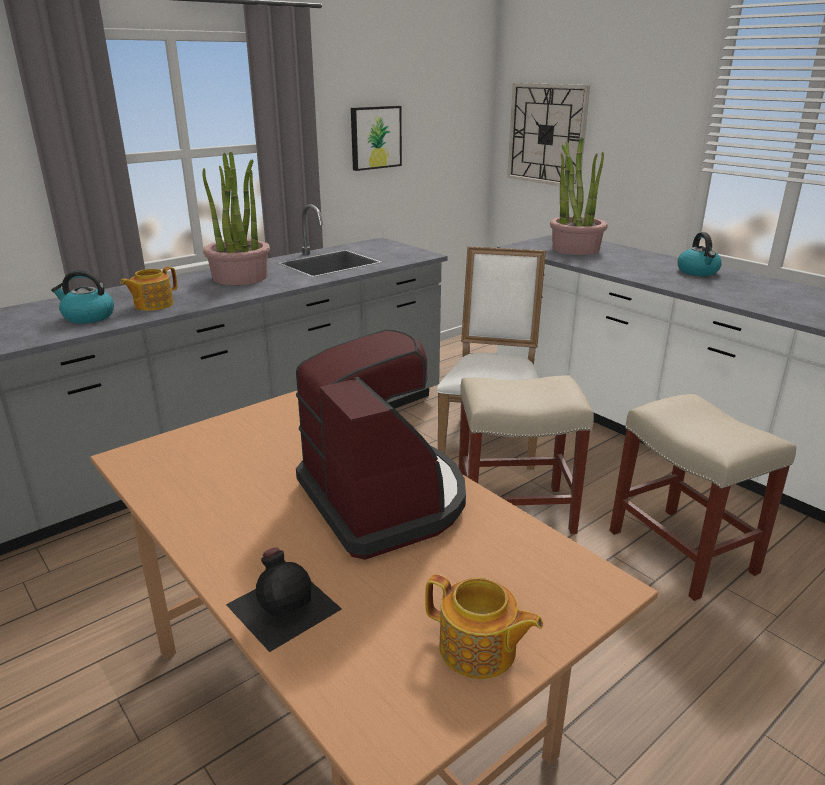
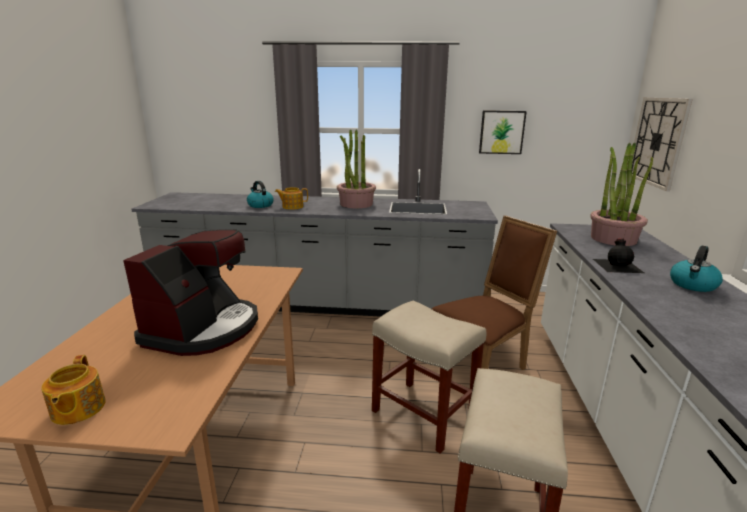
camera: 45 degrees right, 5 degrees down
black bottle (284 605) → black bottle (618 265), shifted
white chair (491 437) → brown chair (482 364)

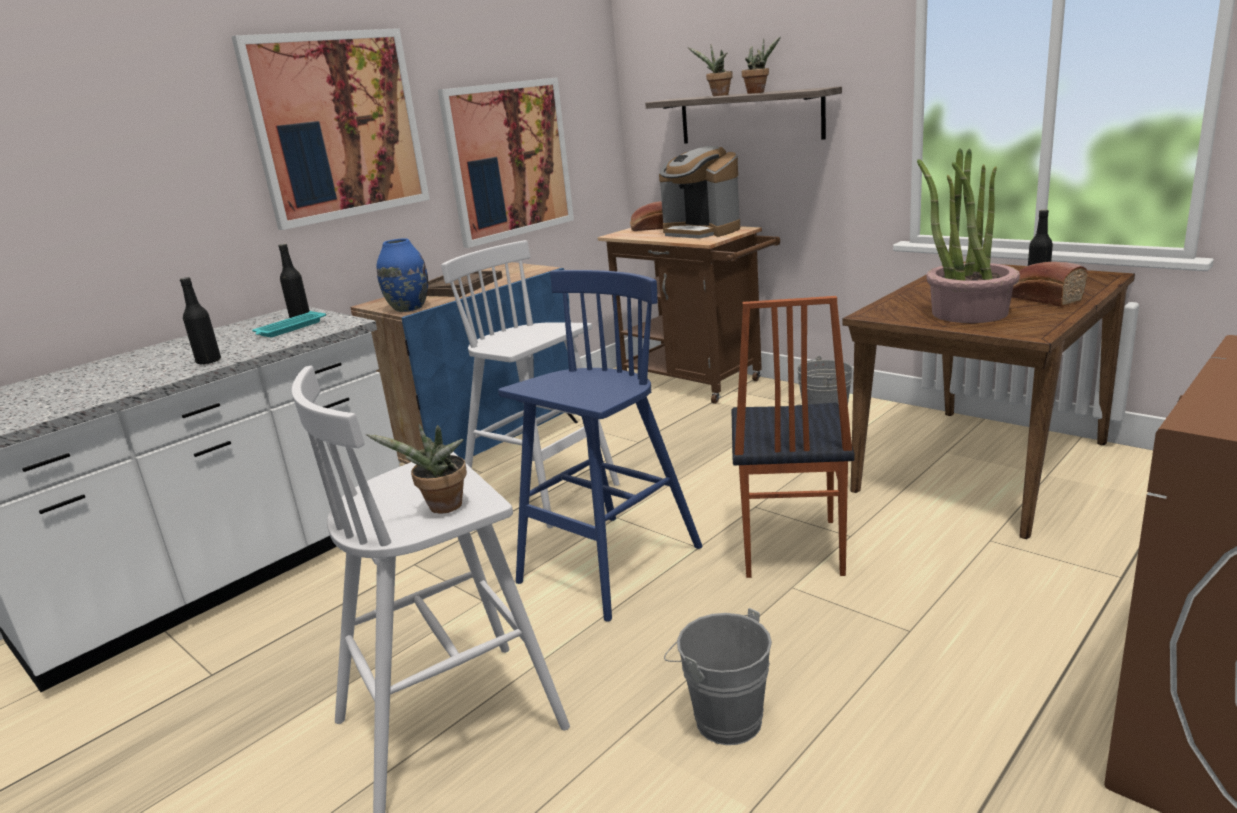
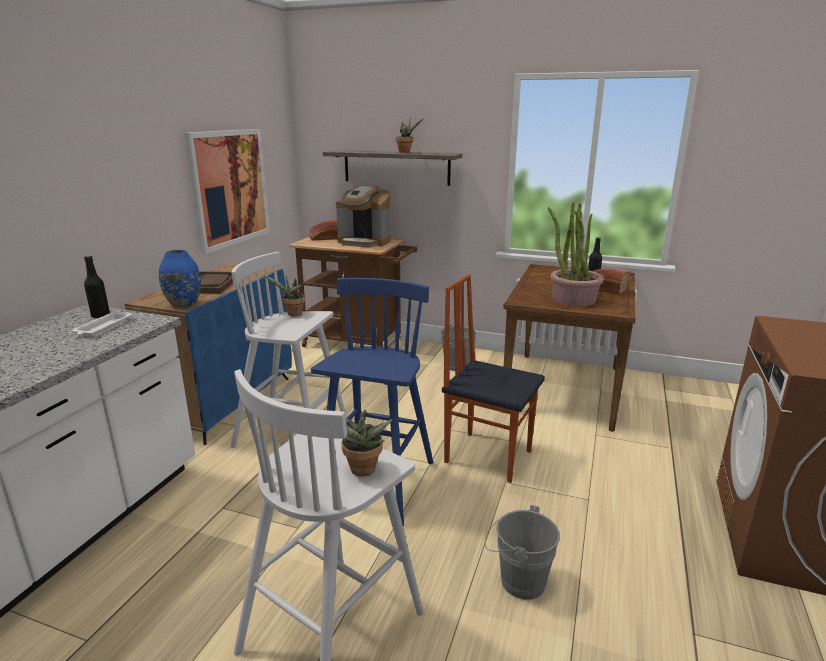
camera: 25 degrees left, 0 degrees up
black bottle (209 361) → -
picture (338 126) → -
turquoise tray (289 329) → white tray (103 327)
potted plant (718 95) → potted plant (293 314), shifted
chair (789 548) → chair (488 455), 135 degrees clockwise

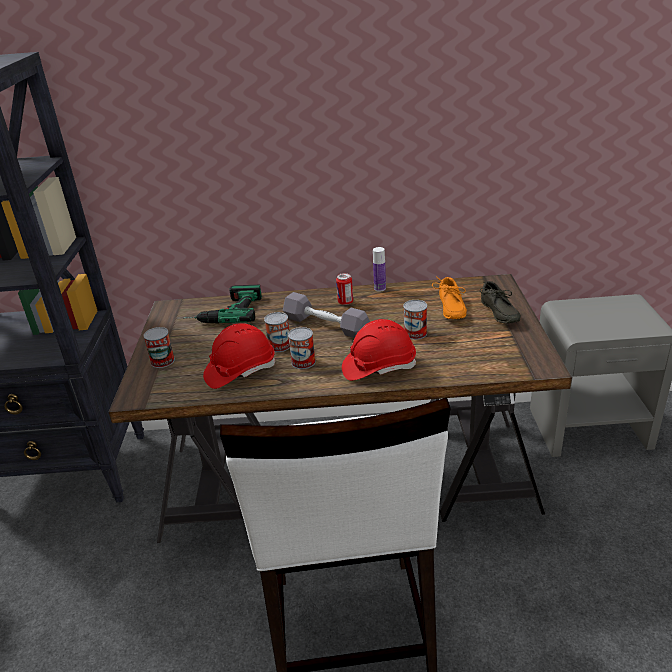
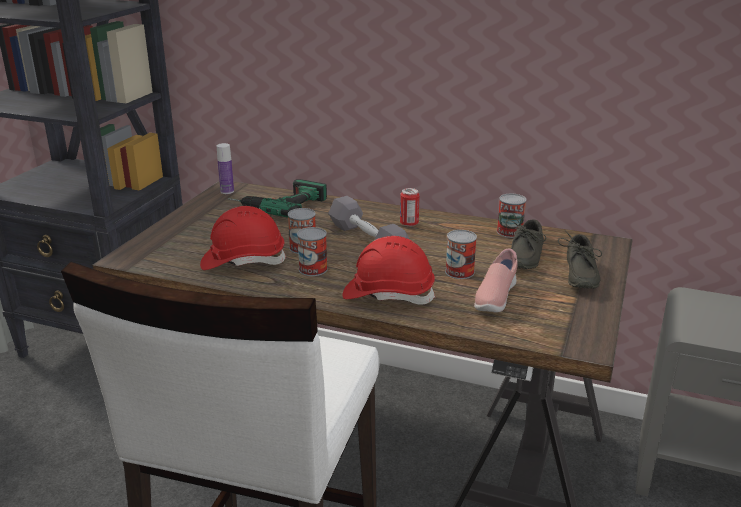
camera: 20 degrees right, 5 degrees down
can (162 361) → can (509 232), shifted
bottle (380 288) → bottle (227 191), shifted
orange shoe (449 309) → grey shoe (522 257)
- → pink shoe (495 298)

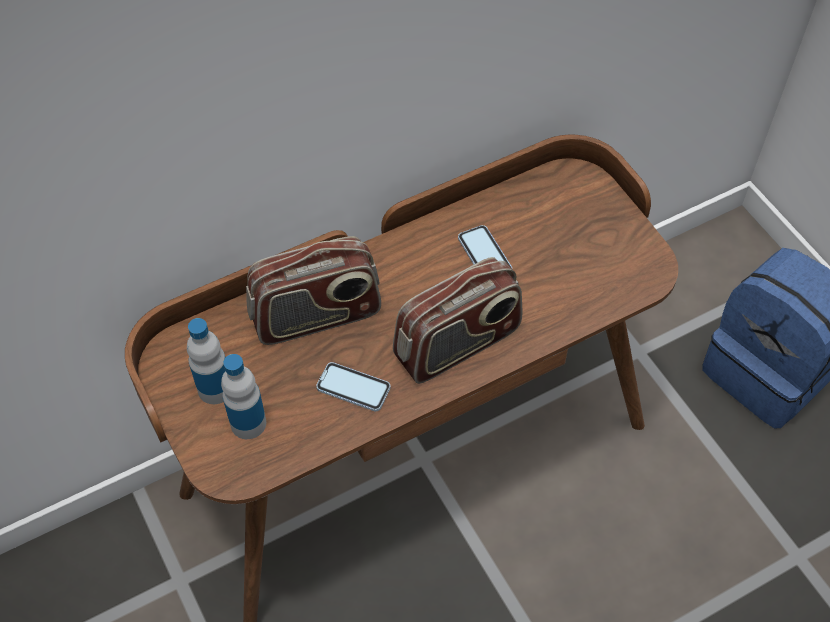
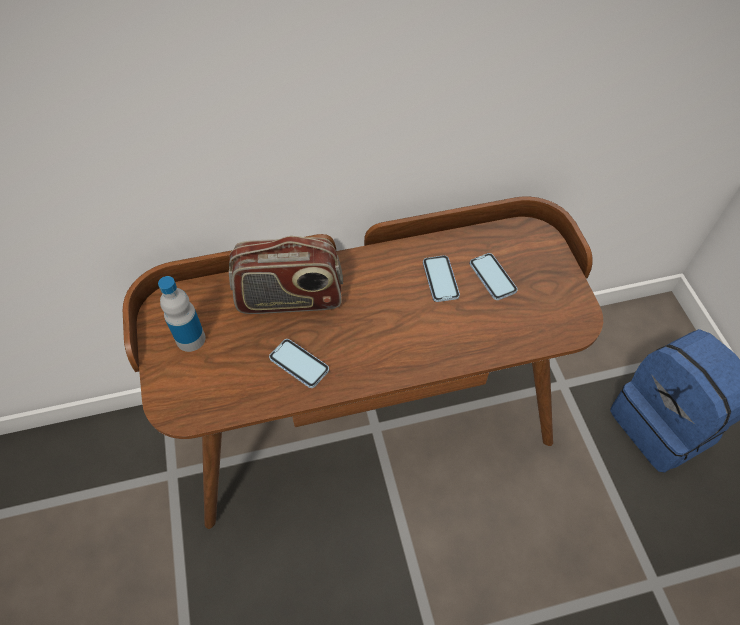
camera: 15 degrees right, 0 degrees up
bottle (248 423) → -
radio (458 345) → -
- → phone (492 277)

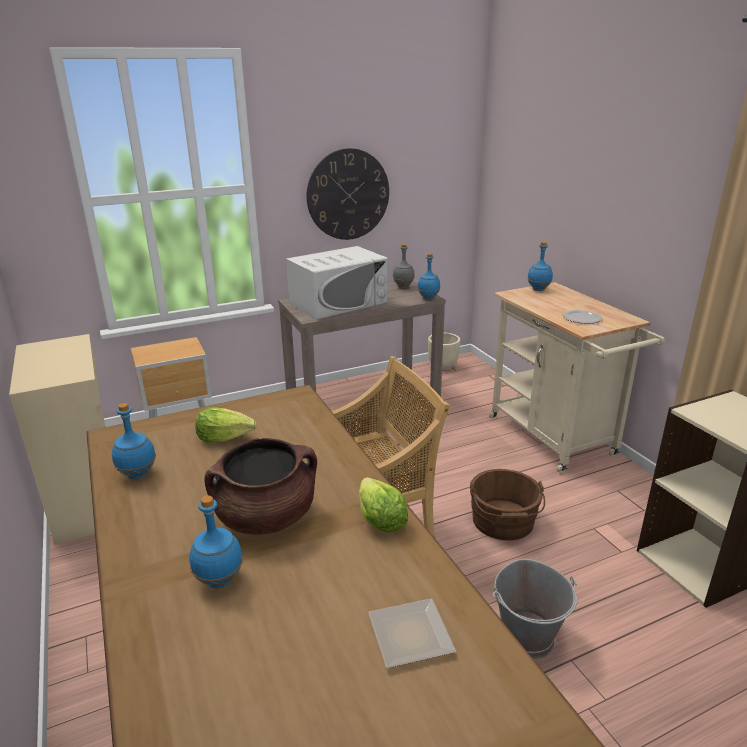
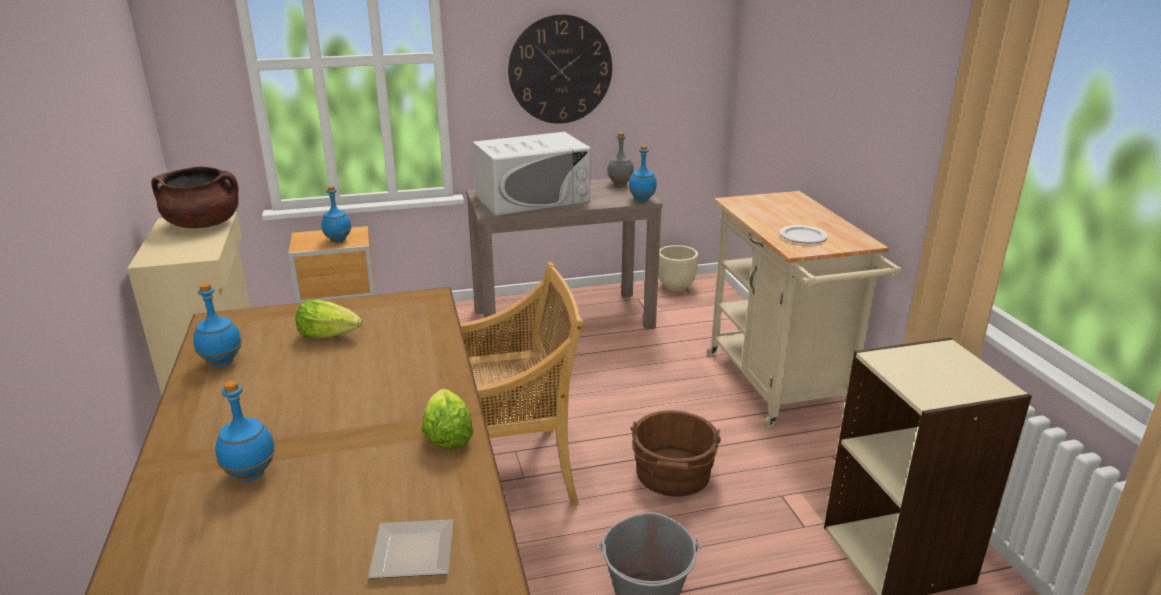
camera: 10 degrees right, 0 degrees up
brown cooking pot (266 517) → brown cooking pot (203 224), shifted
blue bottle (538 289) → blue bottle (338 241), shifted

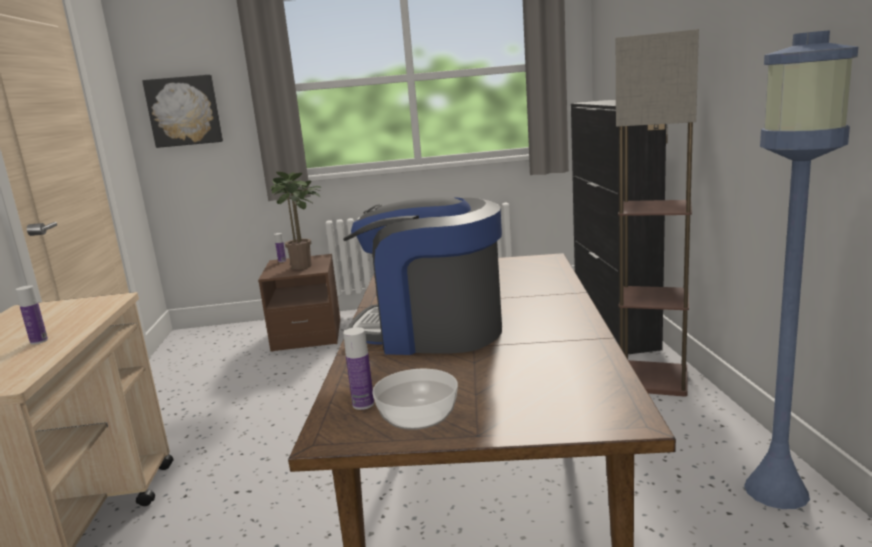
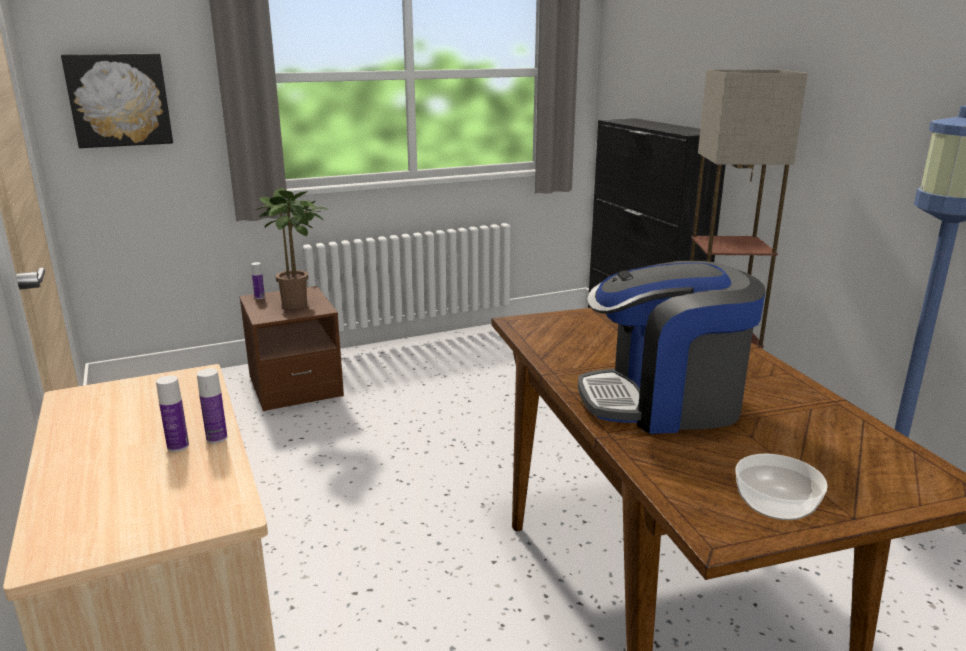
camera: 20 degrees left, 5 degrees up
bottle (363 404) → bottle (217 438), shifted

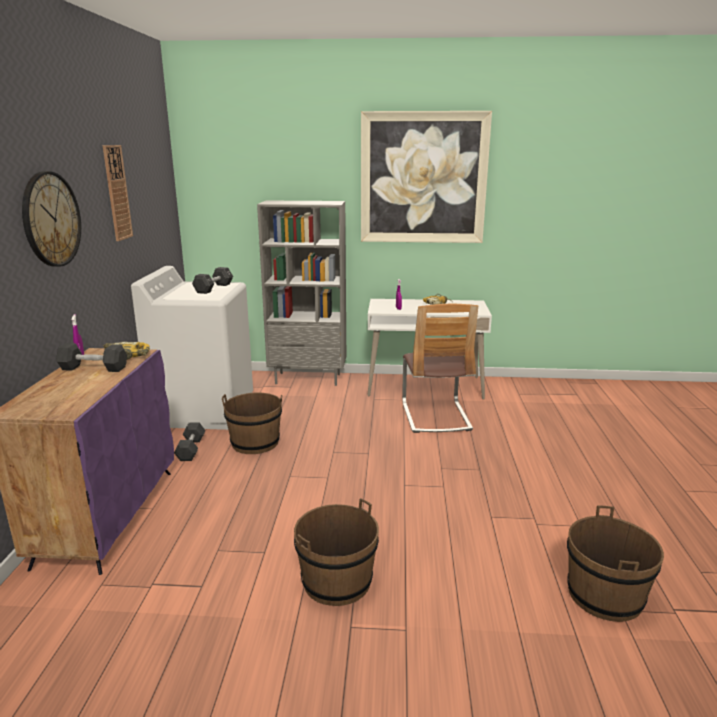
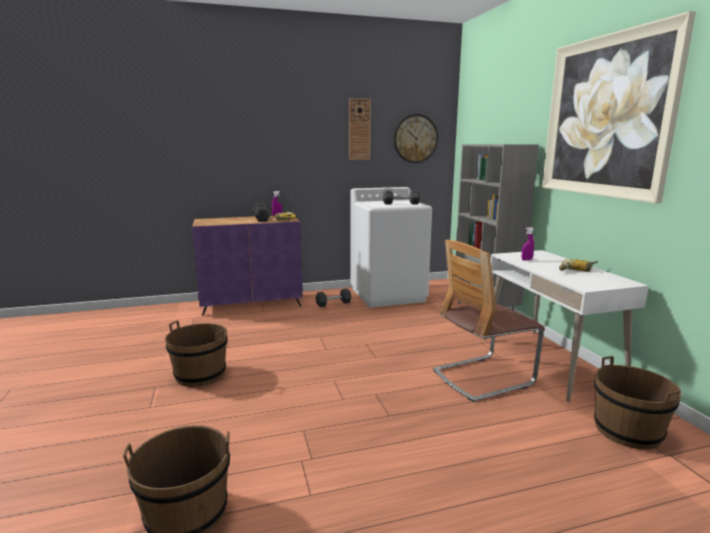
camera: 70 degrees right, 5 degrees down
wall clock (51 219) → wall clock (415 138), shifted
brown bucket (255 443) → brown bucket (627 430), shifted

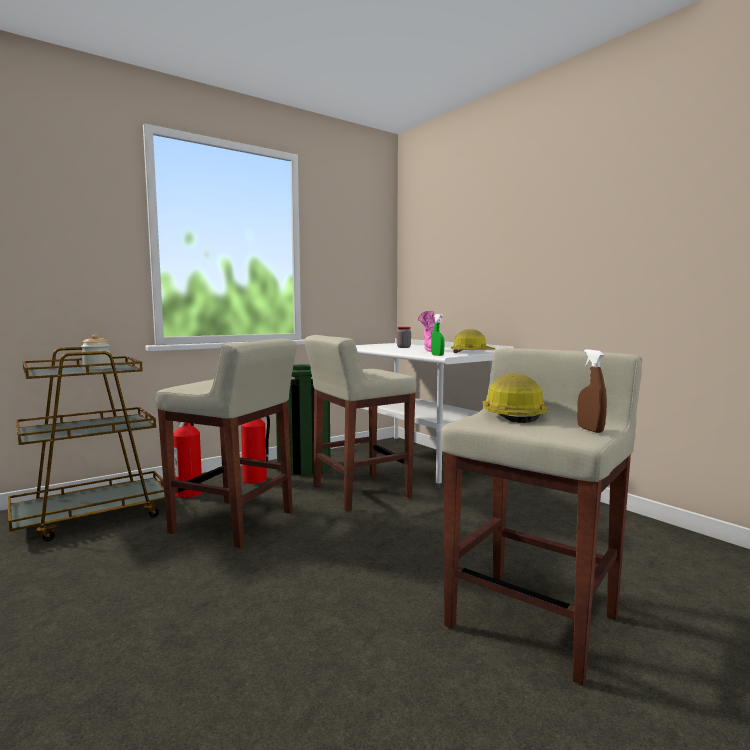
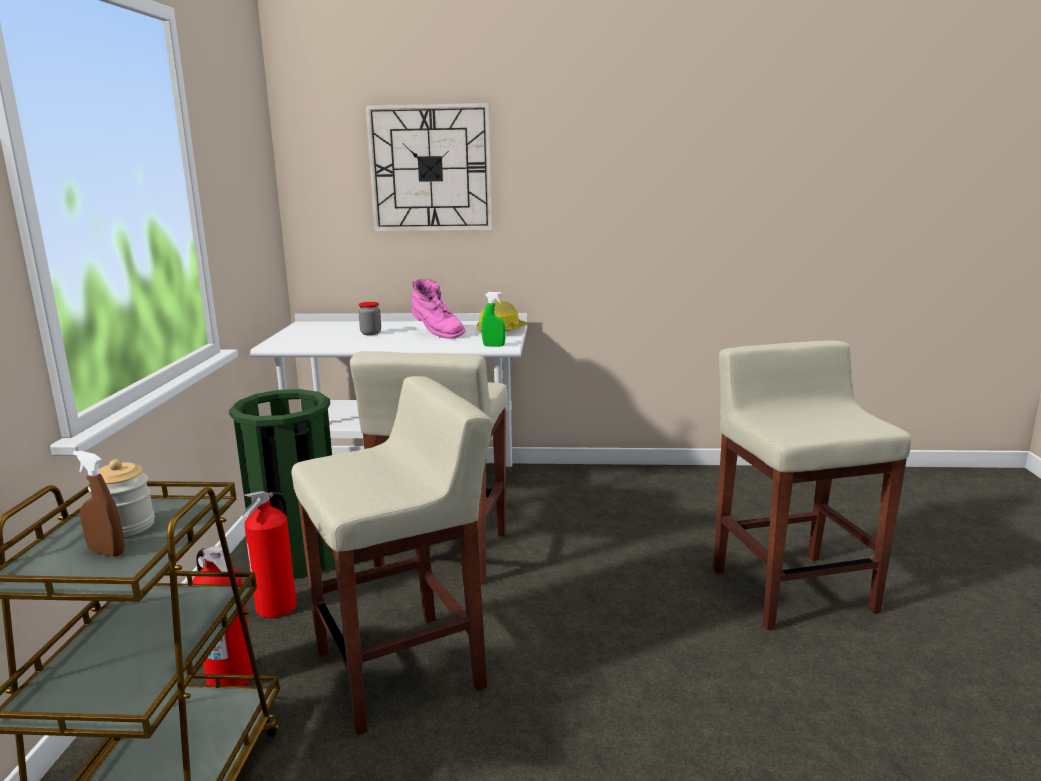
camera: 50 degrees left, 10 degrees up
hard hat (511 415) → -
brown spray bottle (590 430) → brown spray bottle (106 552), shifted
- → wall clock (430 168)

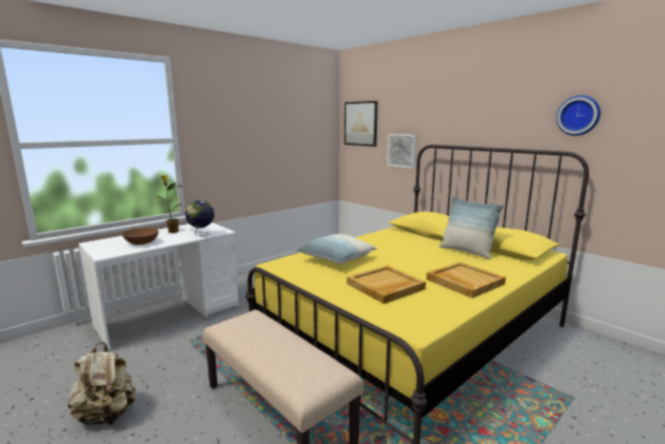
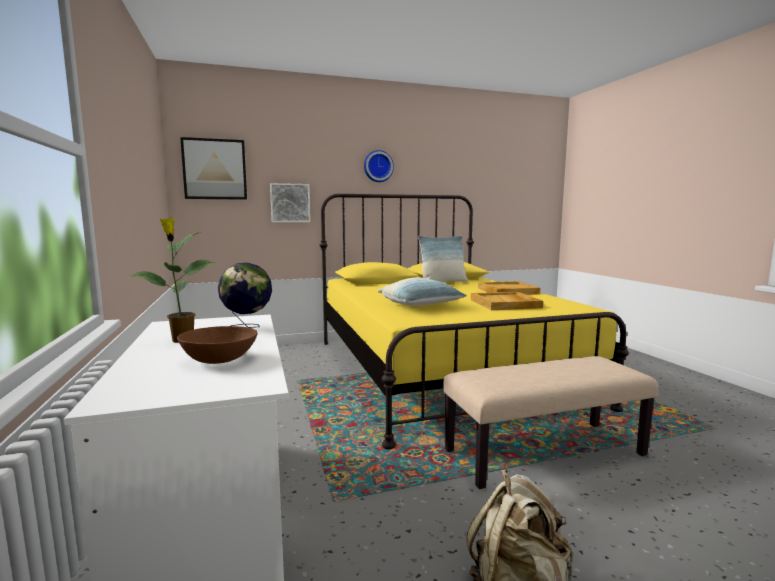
camera: 65 degrees left, 5 degrees down
wall clock (578 115) → wall clock (378 166), shifted

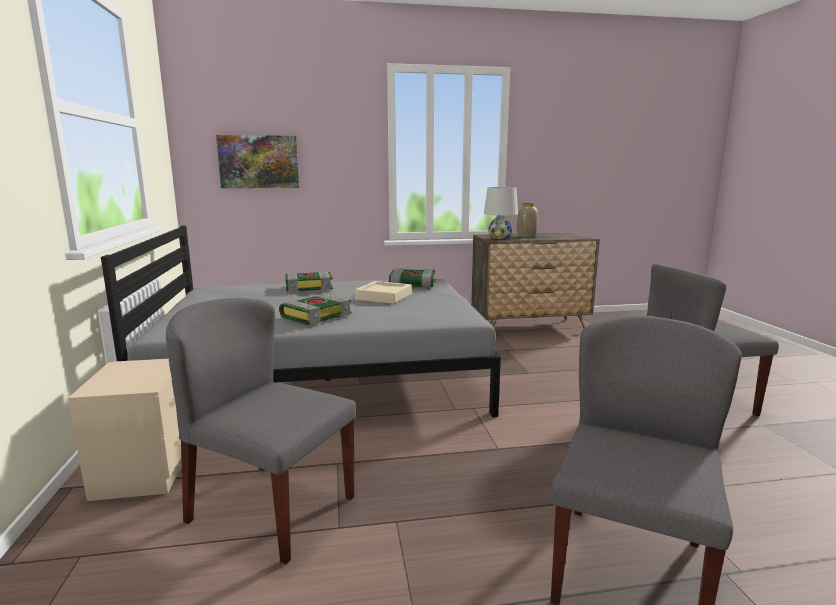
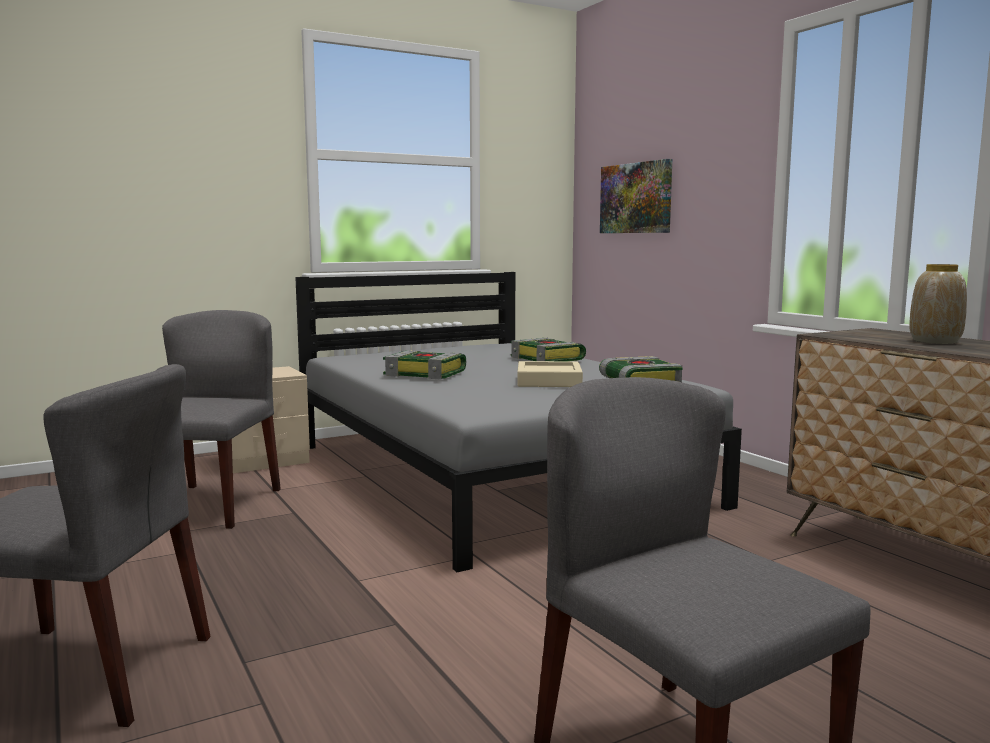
camera: 70 degrees right, 5 degrees down
white table lamp (499 238) → -

